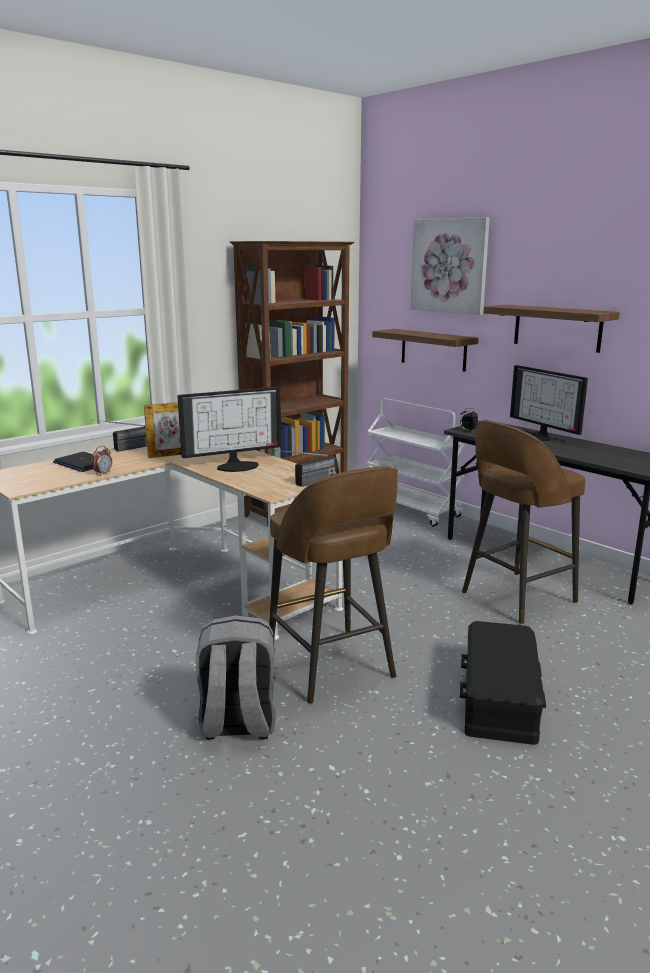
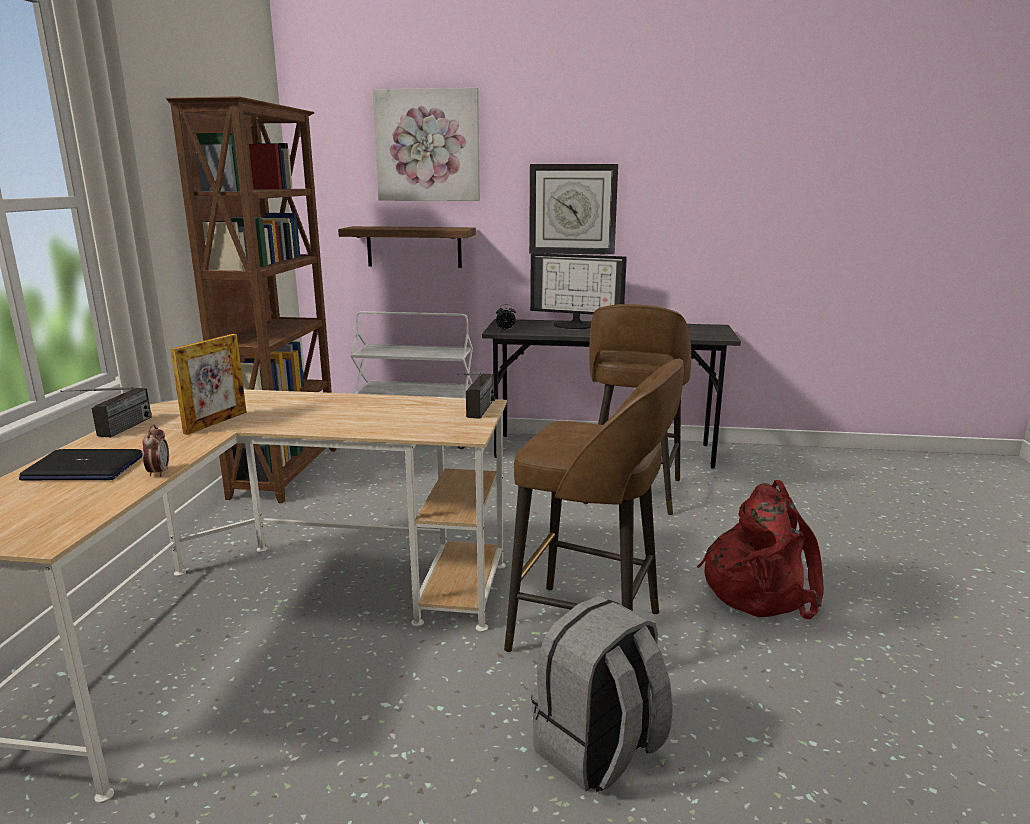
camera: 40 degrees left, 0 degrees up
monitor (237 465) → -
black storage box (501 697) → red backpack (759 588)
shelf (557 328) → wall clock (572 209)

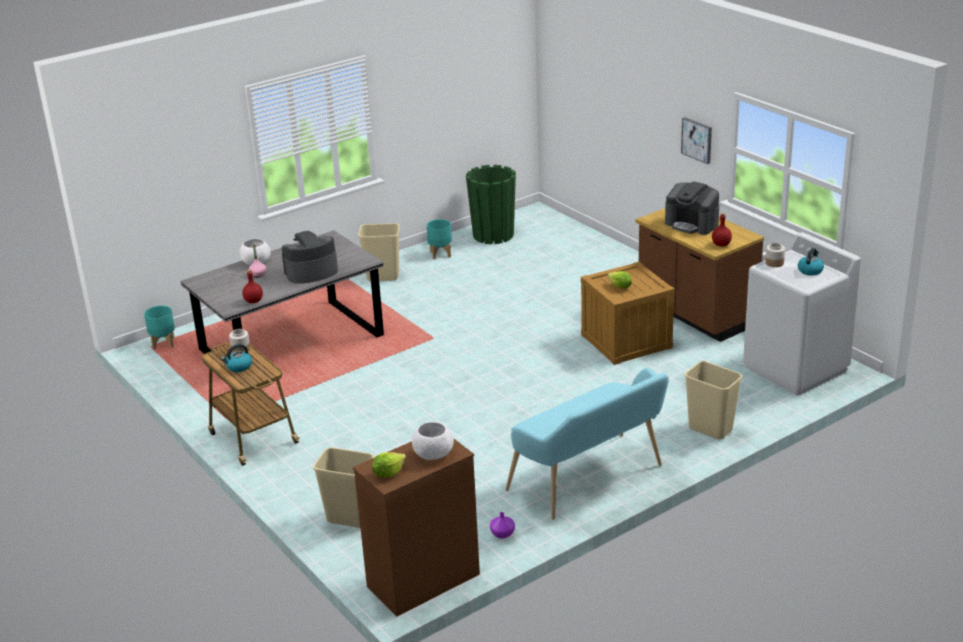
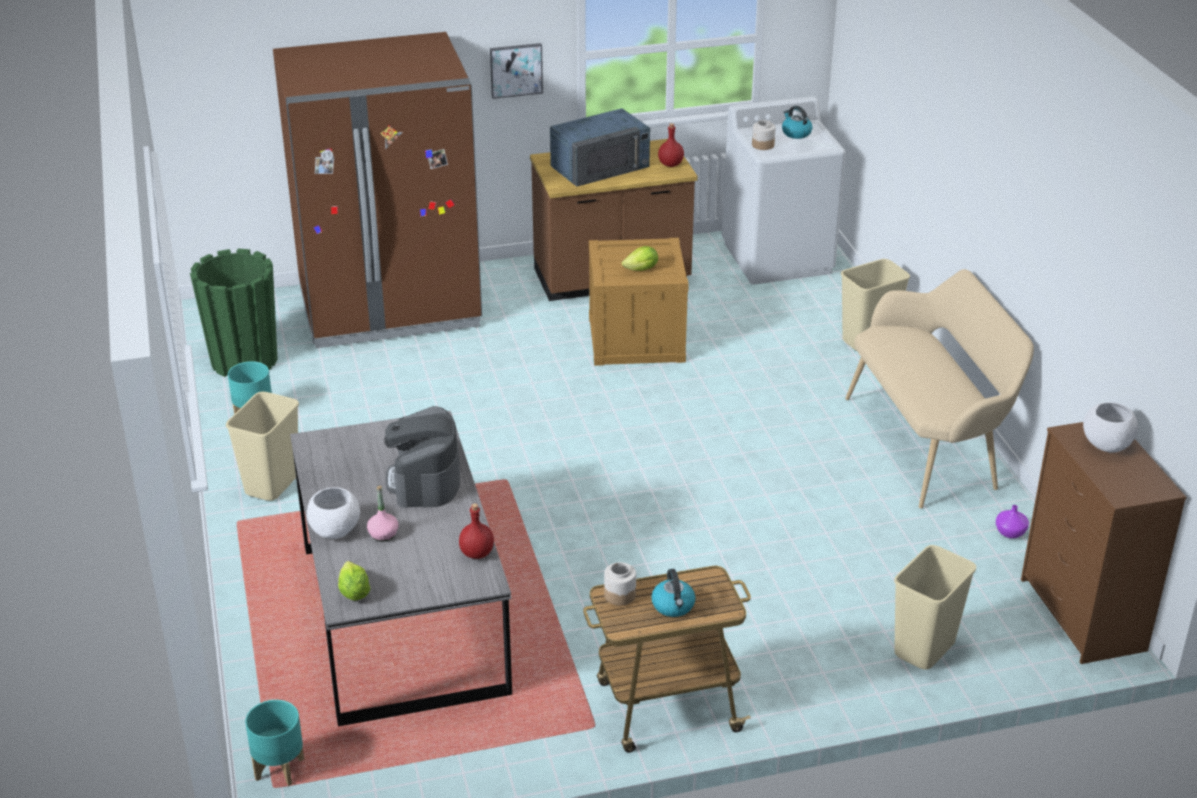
camera: 70 degrees left, 5 degrees up
lettuce (388 473) → lettuce (354 593), shifted
turquoise bench (591 480) → beige bench (928 444)
coffee machine (692 224) → blue microwave (600 166)
- → brown fridge (390 308)

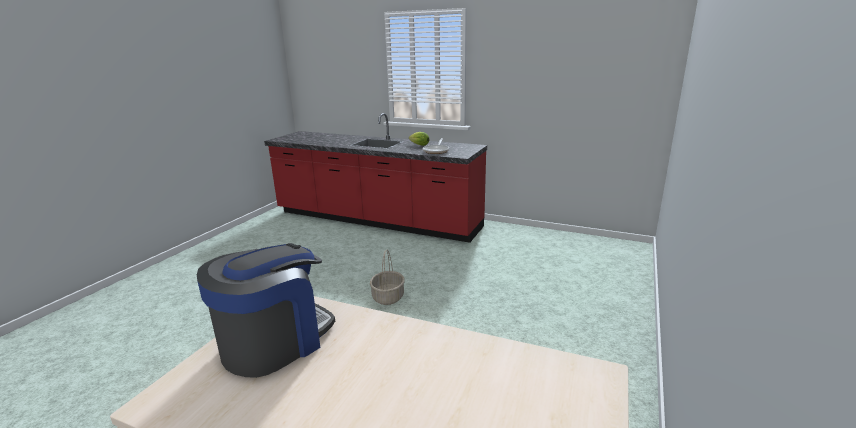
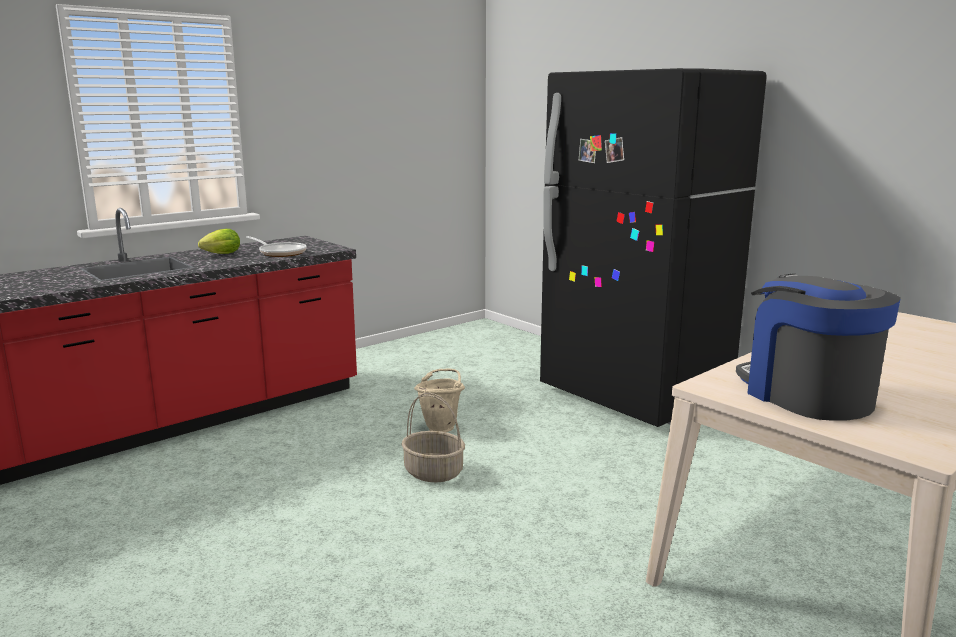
camera: 65 degrees left, 5 degrees down
- → beige bucket (441 427)
- → black fridge (634 395)

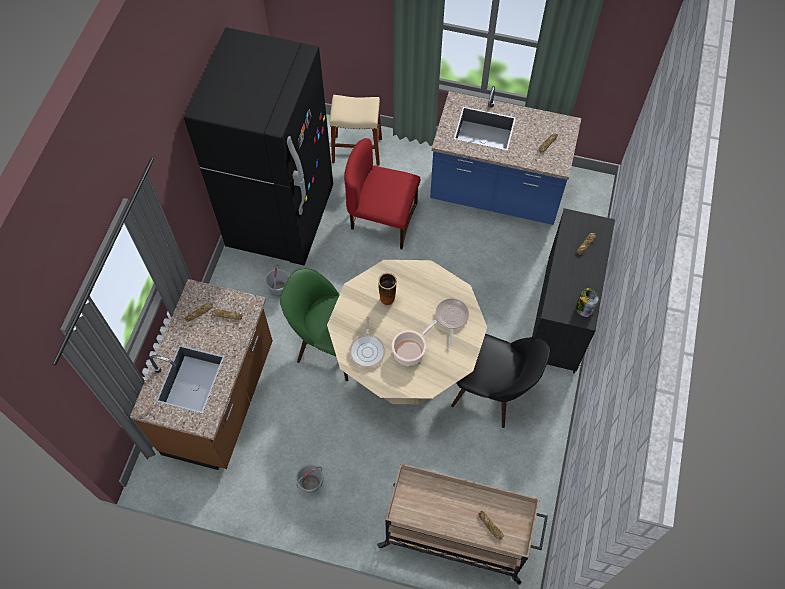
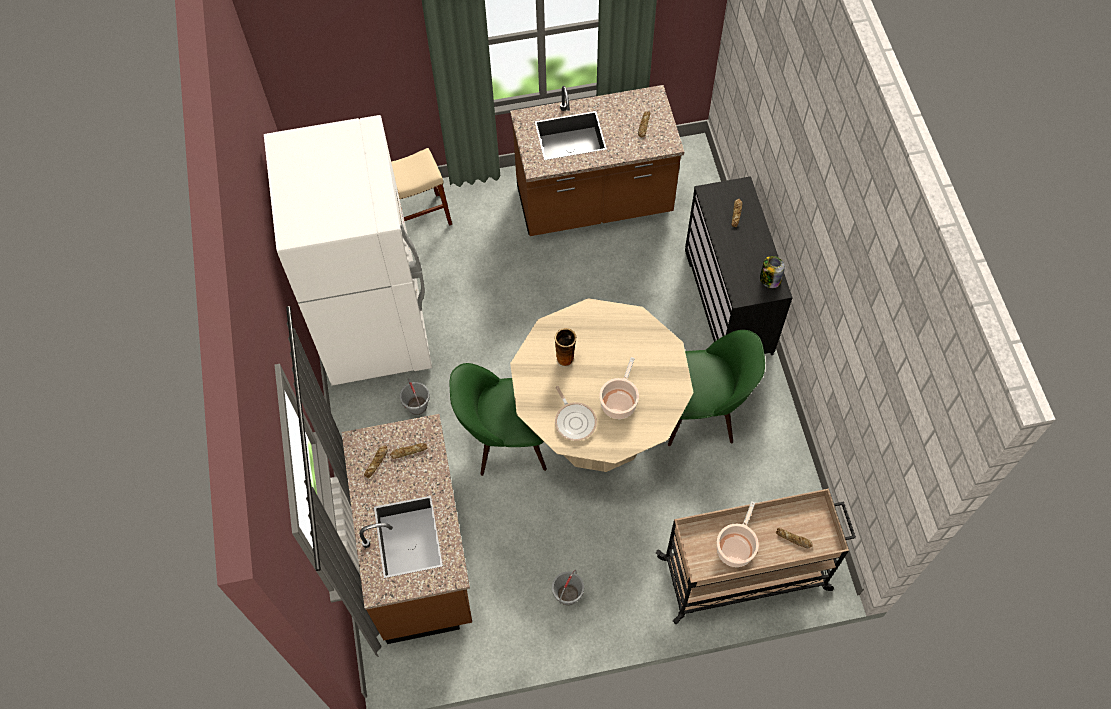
camera: 25 degrees left, 0 degrees up
black fridge (281 218) → white fridge (375 327)
red chair (382 219) → -
blue counter (496 194) → brown counter (594 203)
frying pan (451 317) → -
black chair (492 390) → green chair (701 410)
- → cooking pot (736 547)

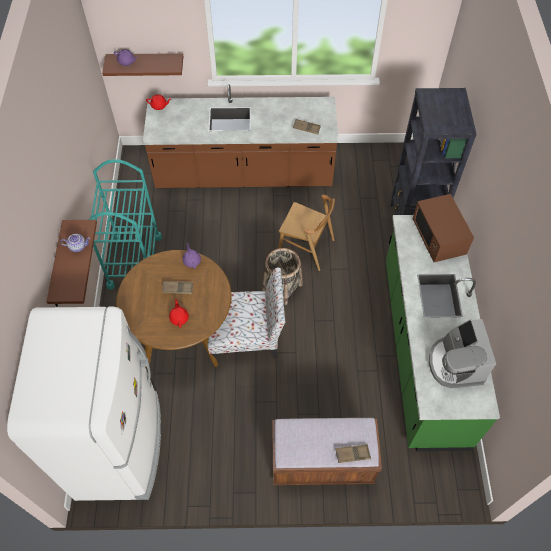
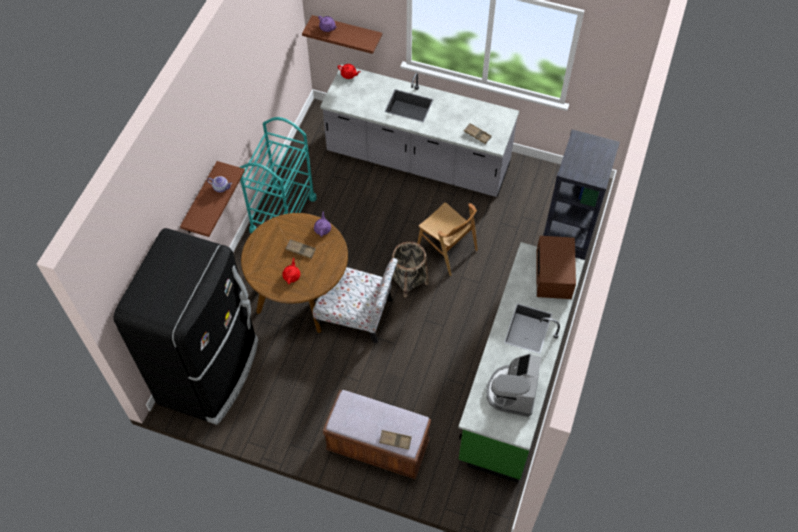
camera: 20 degrees right, 0 degrees up
white fridge (120 444) → black fridge (211 372)
brown counter (244 174) → grey counter (418 160)

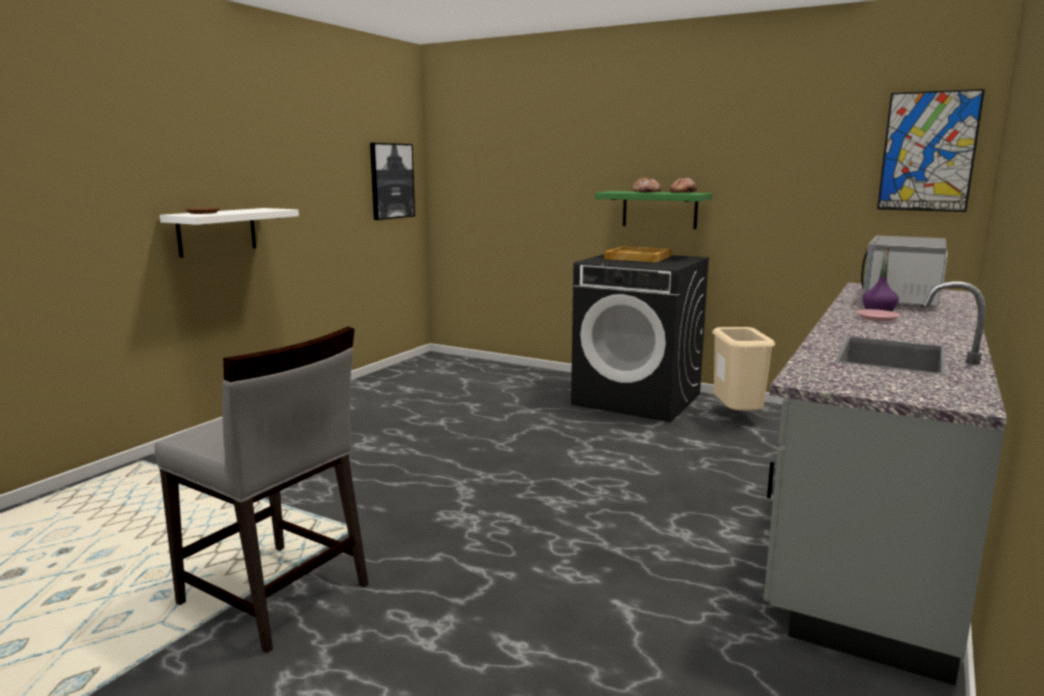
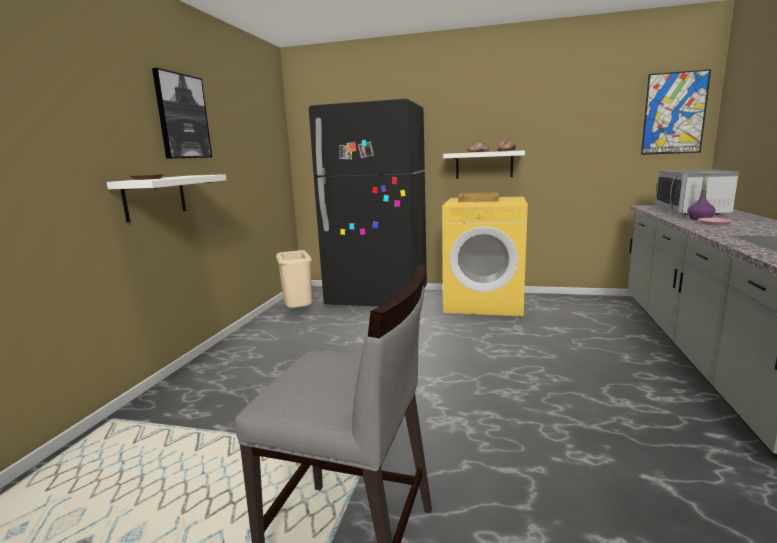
camera: 15 degrees left, 0 degrees up
picture (391 181) → picture (182 116), shifted
black washing machine (638 399) → yellow washing machine (484 303)
green shelf (659 209) → white shelf (484 165)
beige trash can (737 418) → beige trash can (299 313), shifted
- → black fridge (378 299)

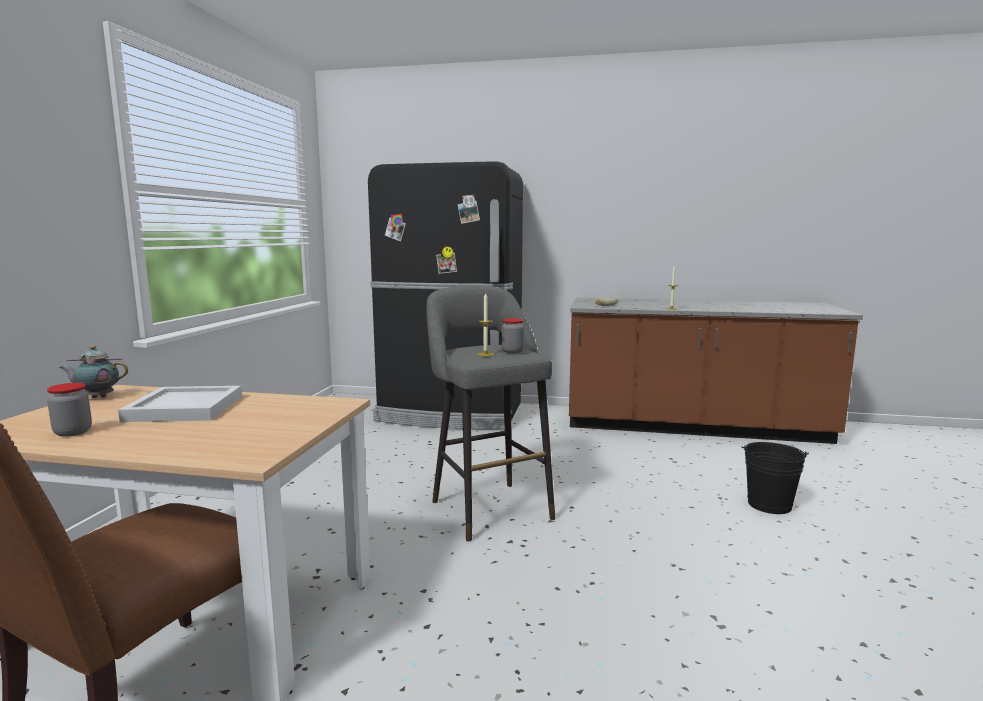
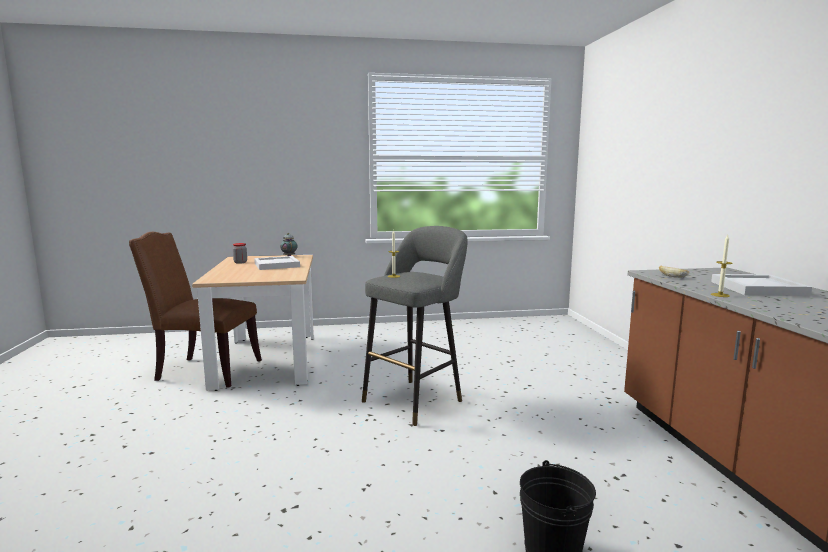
camera: 70 degrees right, 0 degrees up
black fridge (451 413) → -
jar (512 351) → -
- → white tray (758 288)

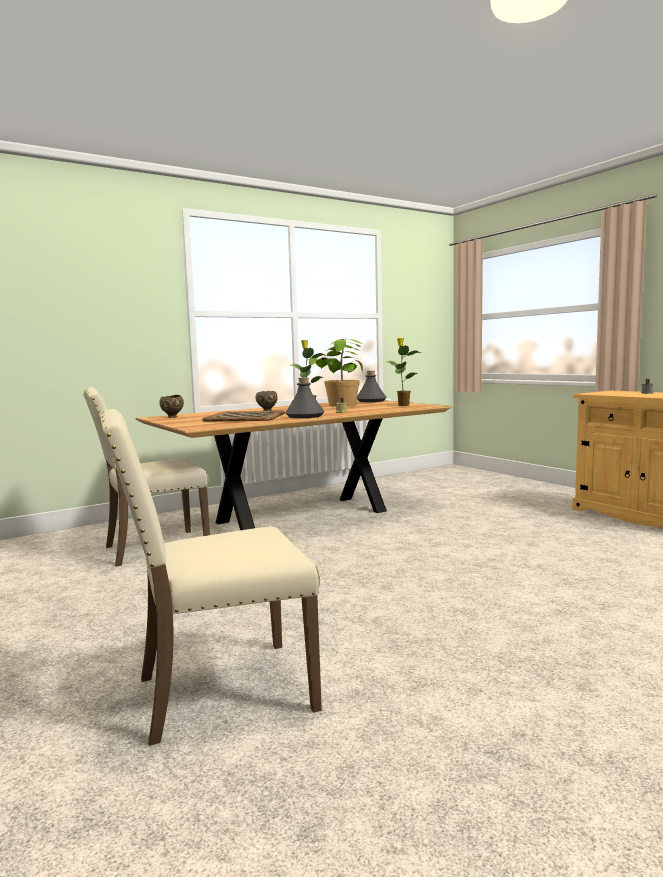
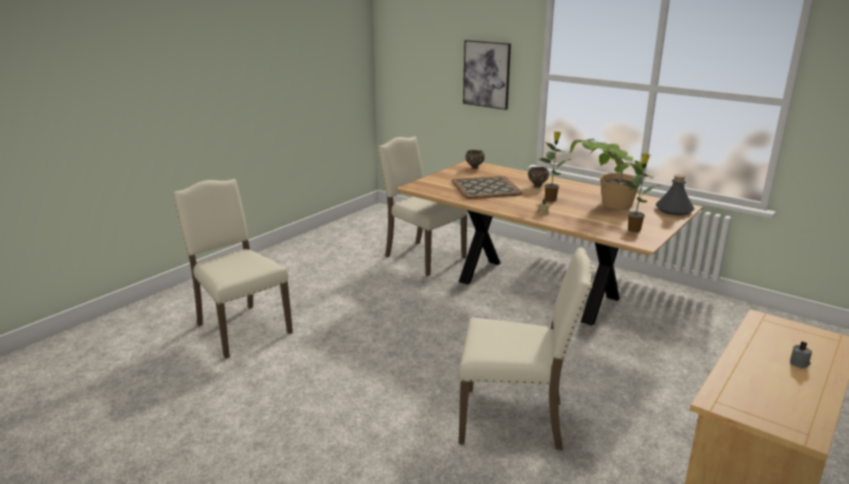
camera: 70 degrees right, 15 degrees up
grey bottle (304 416) → -
- → beige chair (515 420)
- → picture (486 74)

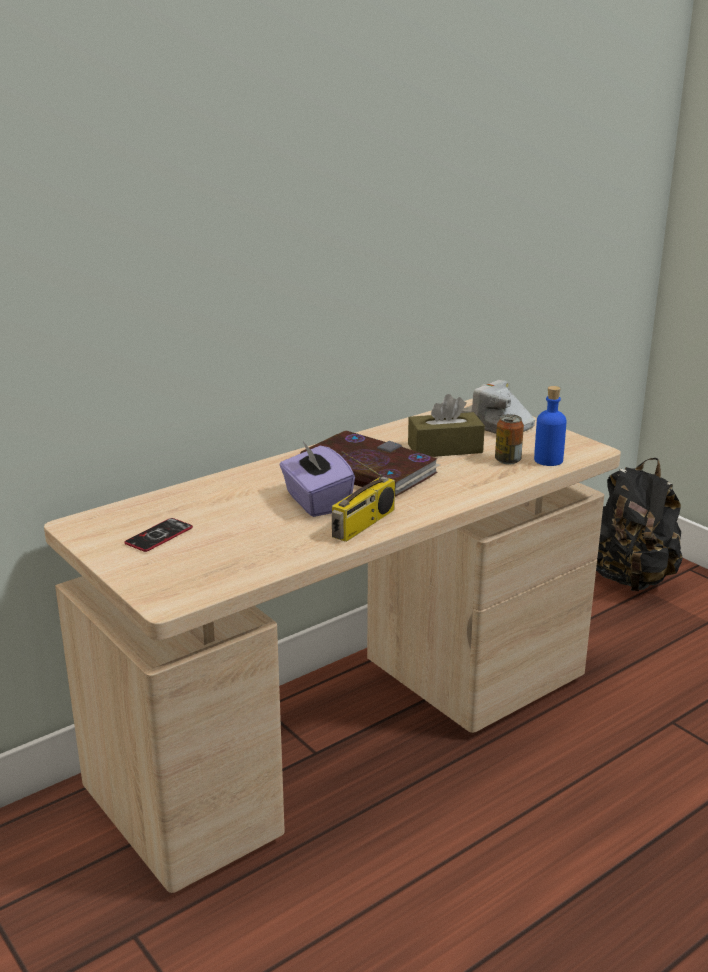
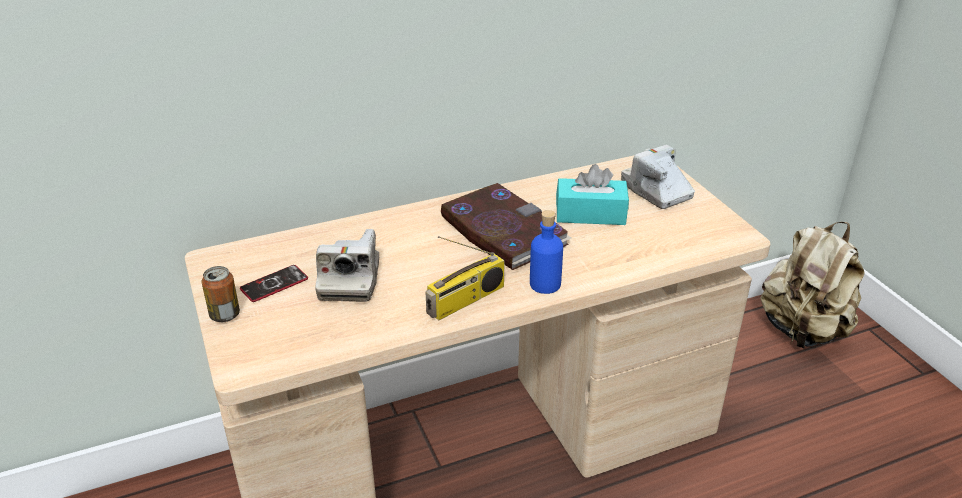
camera: 15 degrees right, 10 degrees up
purple tissue box (316 502) → -
brown tissue box (445 448) → turquoise tissue box (590 214)
can (507 460) → can (225 315), shifted
blue bottle (548 460) → blue bottle (545 284), shifted
black backpack (630 579) → beige backpack (803 330)
- → photo camera (350 280)

